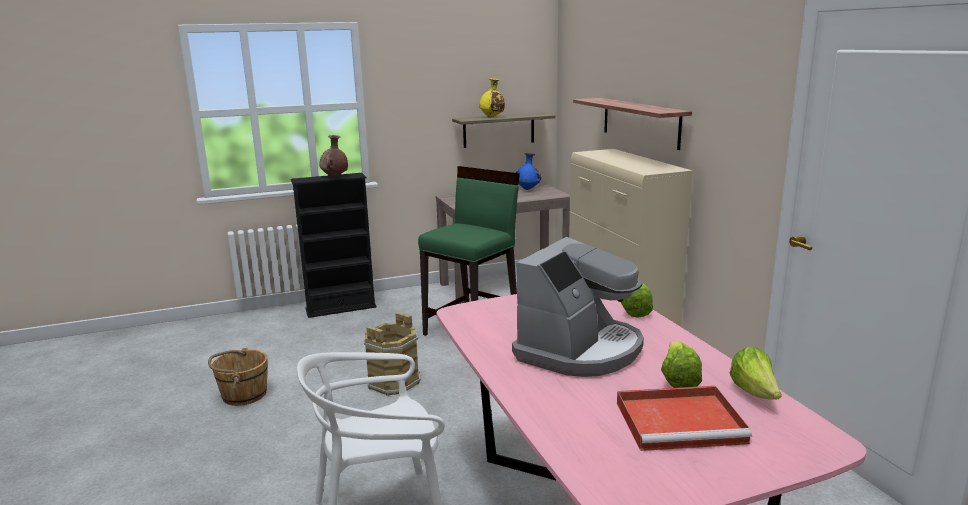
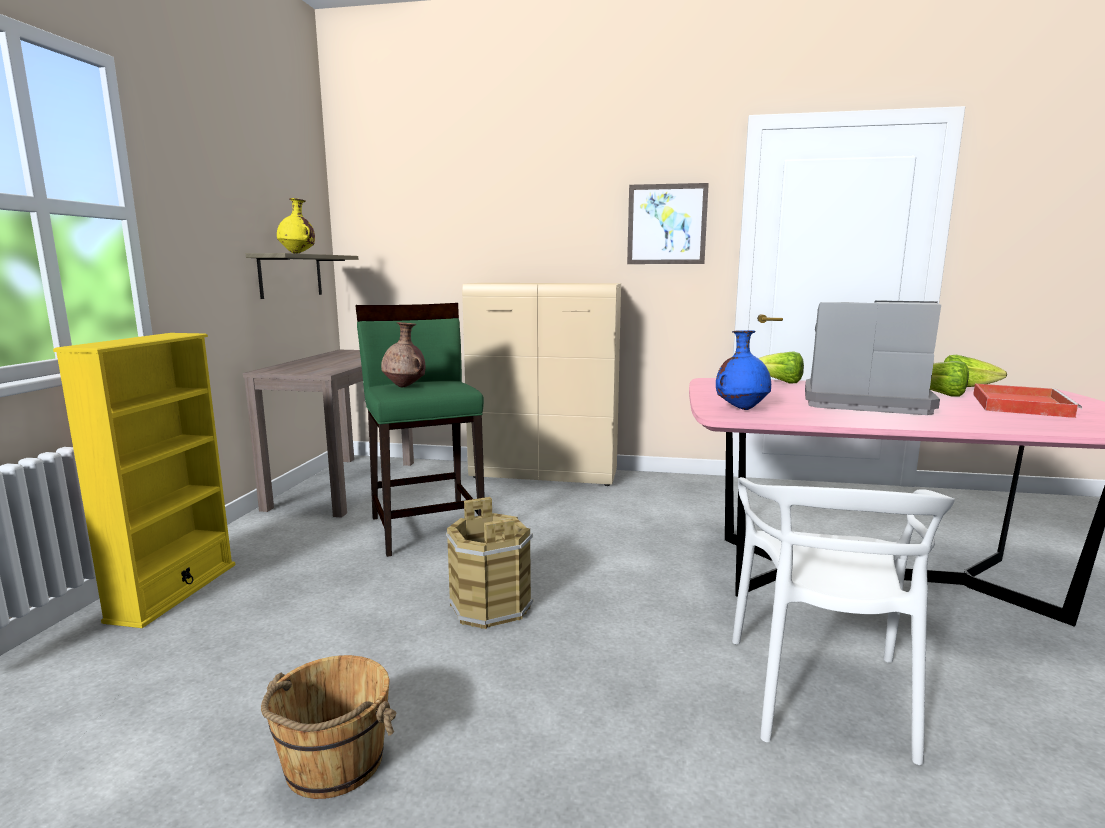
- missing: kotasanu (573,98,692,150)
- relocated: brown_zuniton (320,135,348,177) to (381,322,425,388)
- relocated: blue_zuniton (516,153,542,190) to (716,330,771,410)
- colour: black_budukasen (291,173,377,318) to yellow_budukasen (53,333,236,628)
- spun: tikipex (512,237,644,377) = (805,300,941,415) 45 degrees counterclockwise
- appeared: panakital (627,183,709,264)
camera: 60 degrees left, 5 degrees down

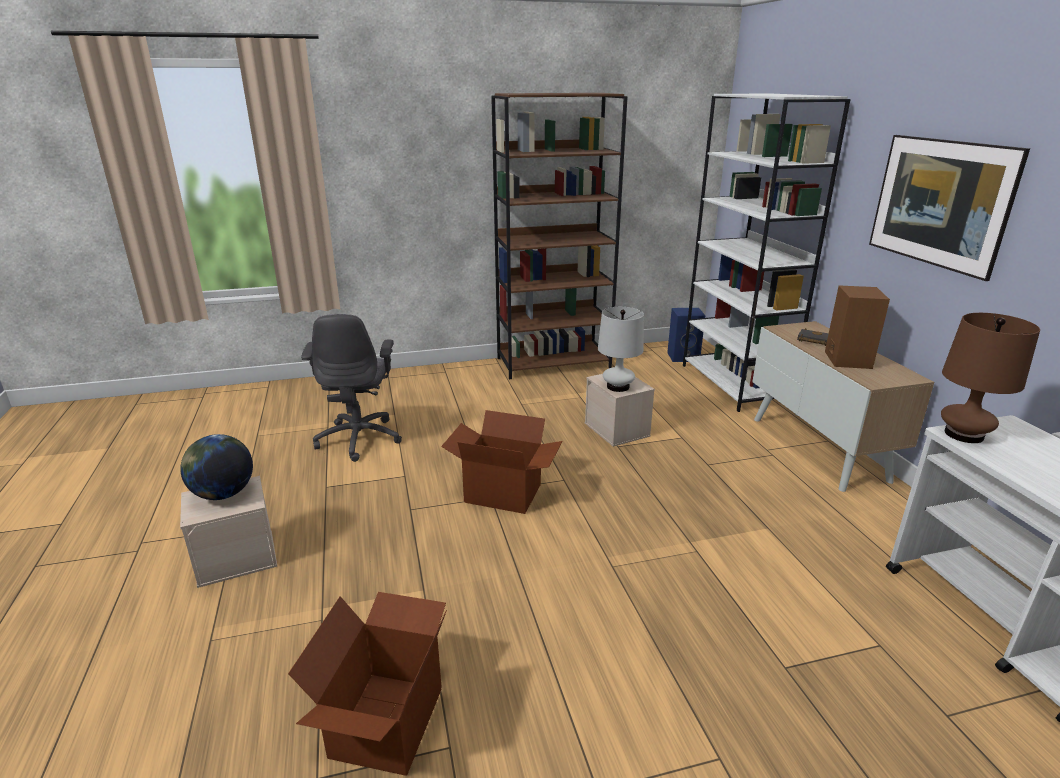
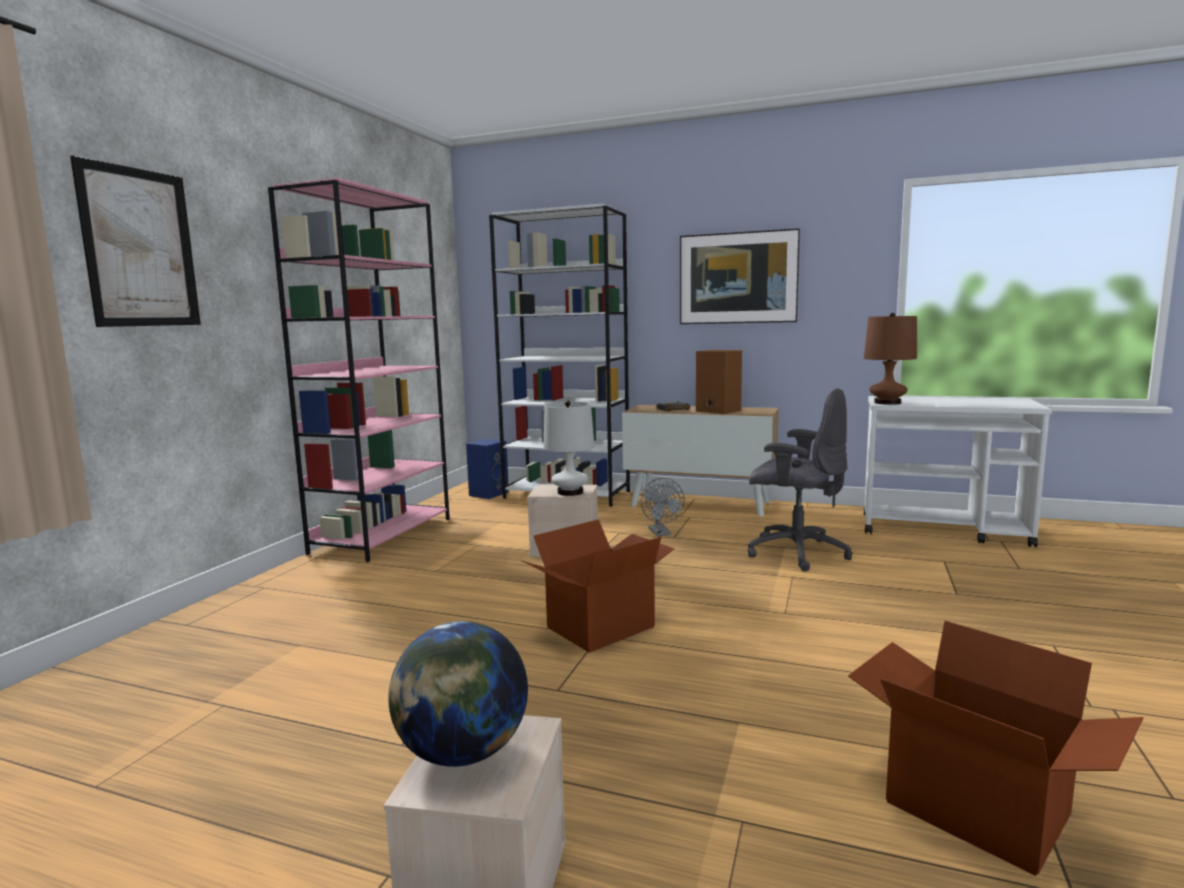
- colour: brown_budukasen (491,93,628,379) to pink_budukasen (268,178,450,562)
- relocated: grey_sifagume (301,314,402,462) to (748,388,852,572)
- appeared: panakital (70,156,201,327)
- appeared: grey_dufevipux (641,478,684,536)
camera: 55 degrees left, 15 degrees down

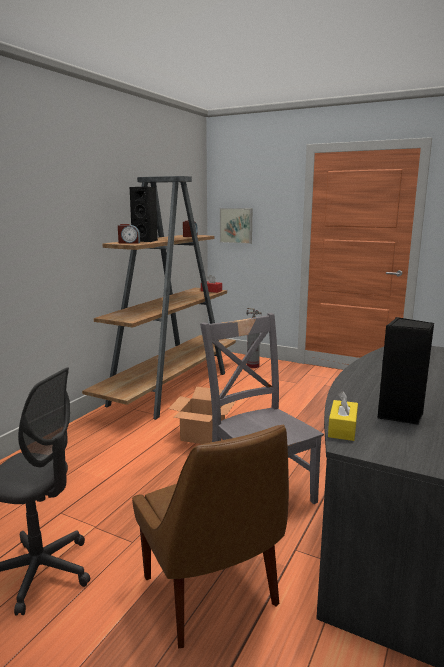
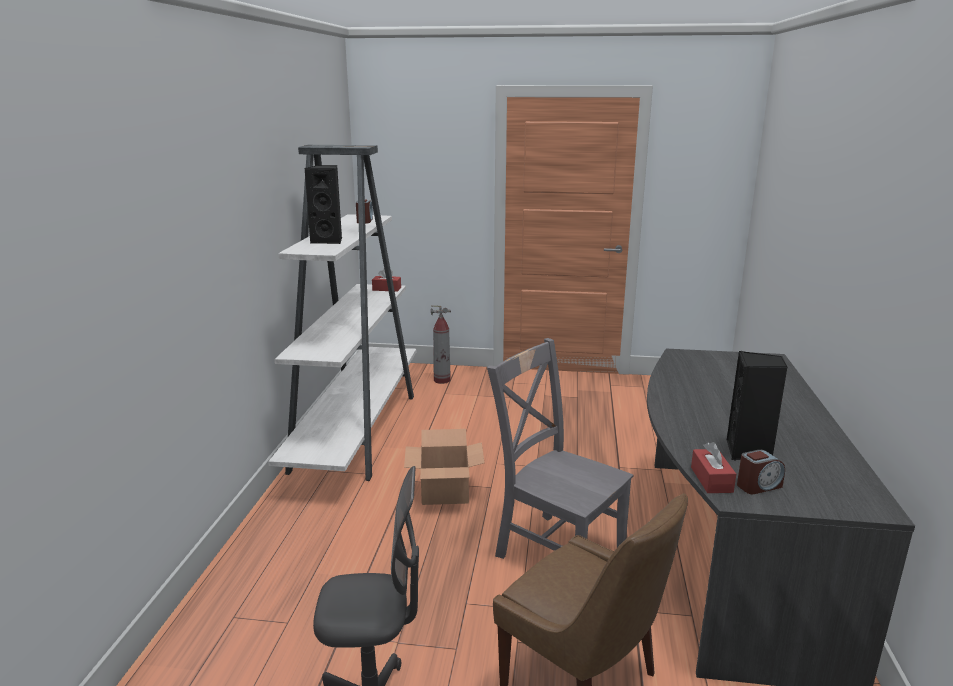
- colour: brown_budukasen (82,176,236,420) to white_budukasen (268,145,416,481)
- missing: panakital (220,208,253,244)
- relocated: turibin (118,224,140,244) to (737,450,785,494)
- colour: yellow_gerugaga (328,391,358,441) to red_gerugaga (691,442,736,493)
camera: 20 degrees left, 5 degrees up

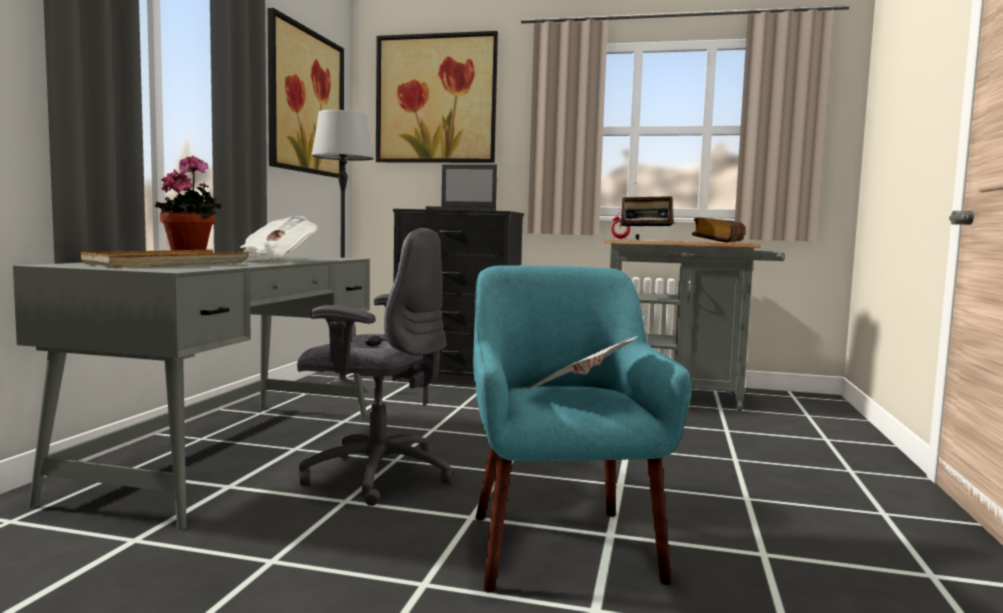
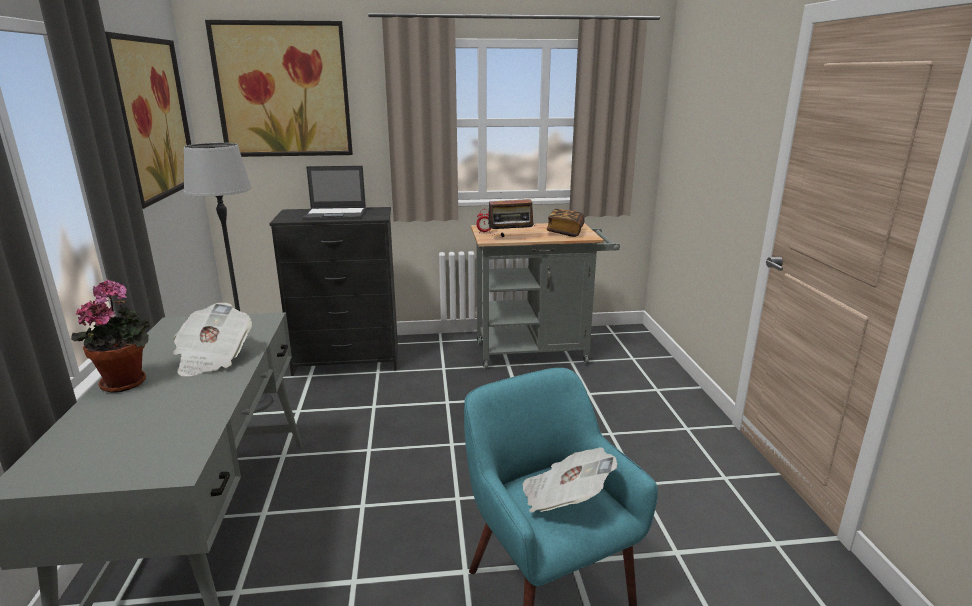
- missing: grey_sifagume (297,228,454,506)
- missing: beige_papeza (81,249,249,268)
camera: 20 degrees left, 15 degrees up

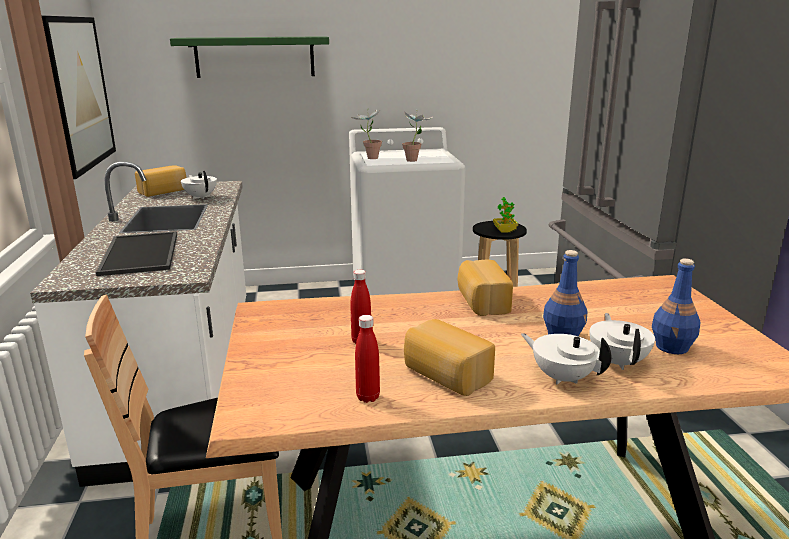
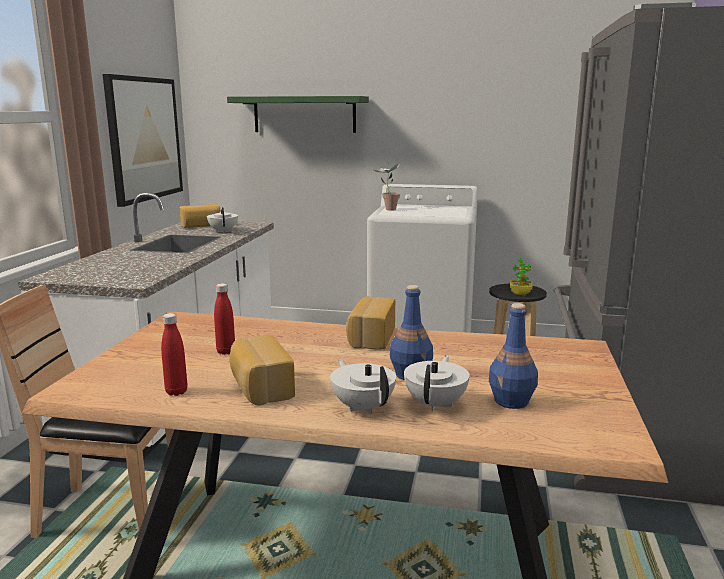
- missing: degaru (402,110,433,162)
- missing: papeza (96,231,177,276)
camera: 20 degrees right, 5 degrees down

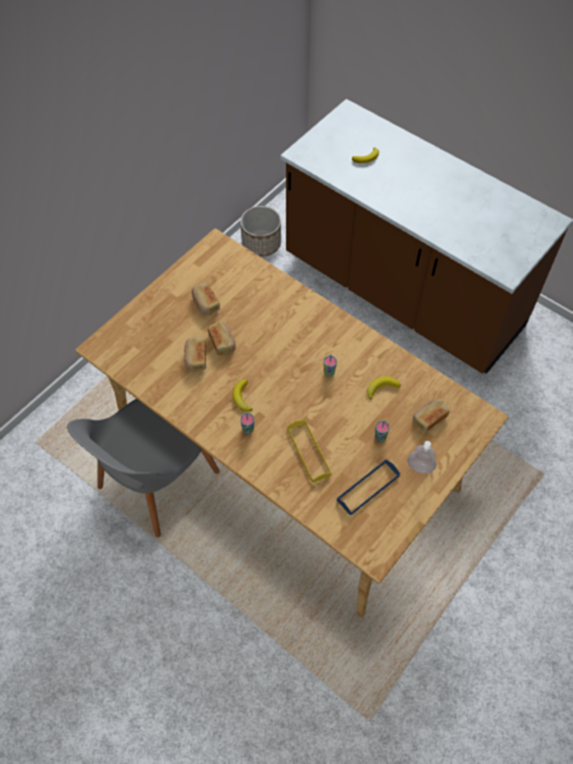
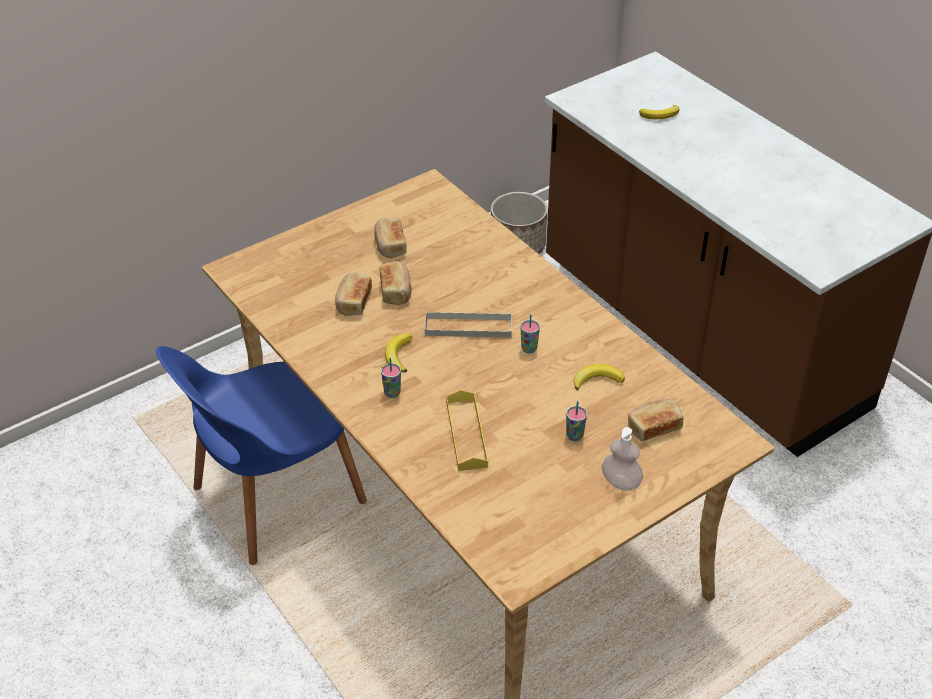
- colour: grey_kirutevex (67,399,220,537) to blue_kirutevex (156,346,367,565)
- missing: blue_papeza (337,459,400,516)
- appeared: grey_papeza (425,311,512,338)
camera: 15 degrees right, 15 degrees down

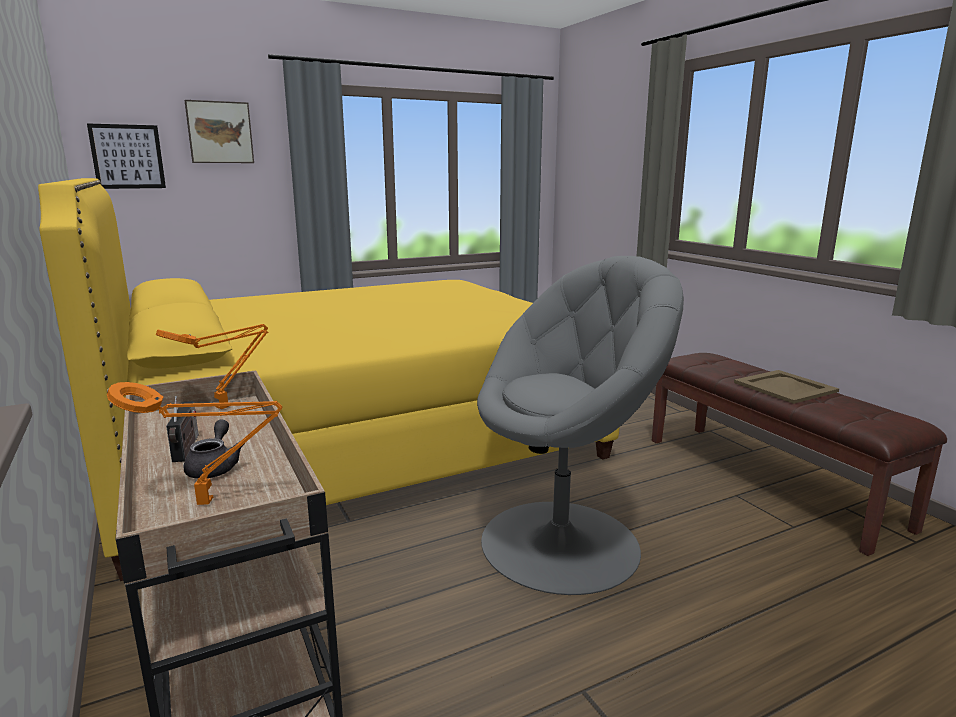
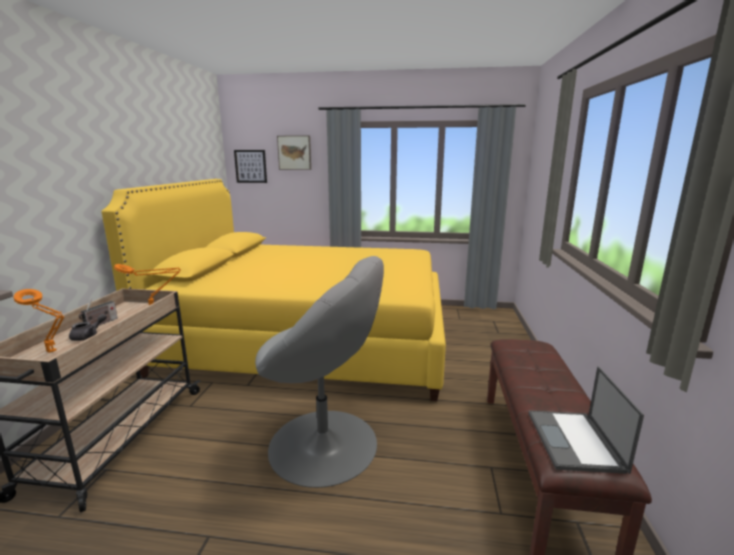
- missing: beige_papeza (734,370,839,404)
- appeared: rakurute (528,366,644,474)
camera: 35 degrees right, 0 degrees up

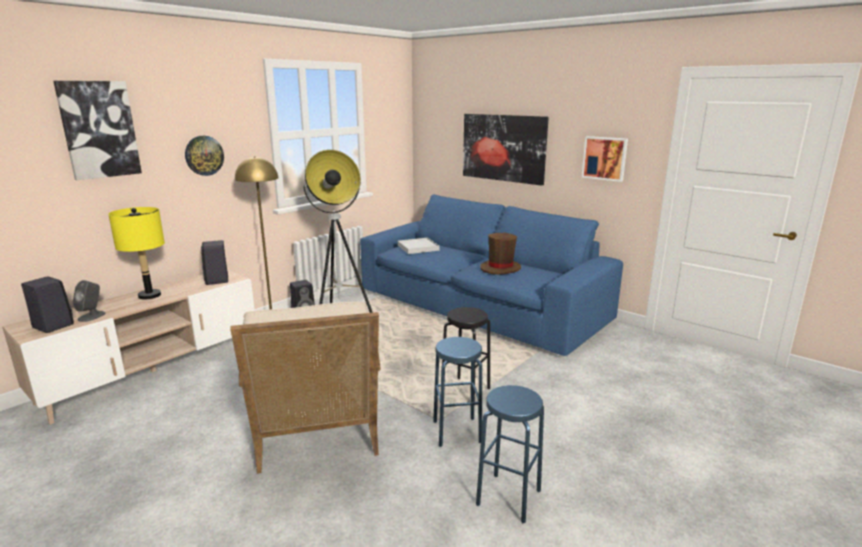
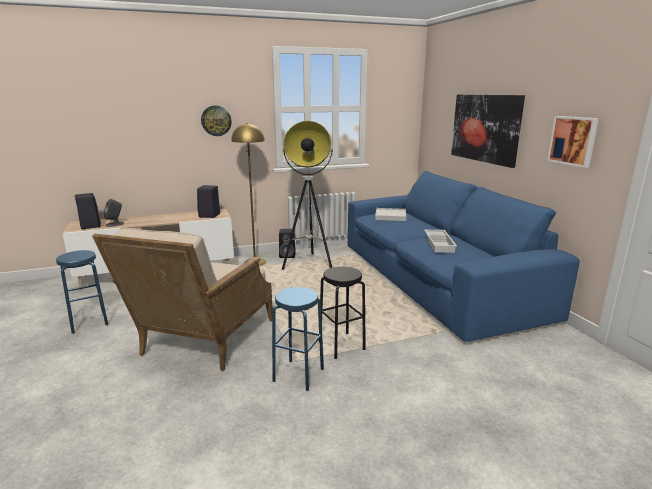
- missing: panakital (53,81,142,180)
- missing: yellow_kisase (108,207,165,300)
- exchanged: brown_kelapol (480,233,521,275) to white_papeza (424,230,457,253)
- relocated: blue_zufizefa (476,385,544,523) to (56,250,108,334)
camera: 30 degrees right, 0 degrees up

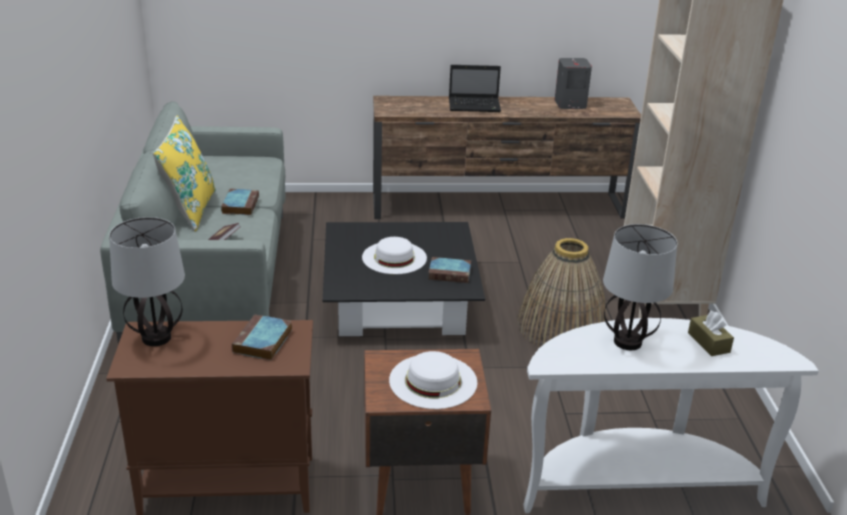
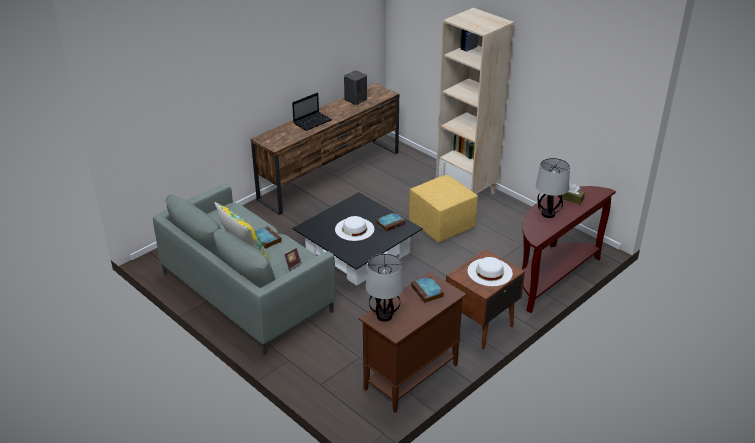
- exchanged: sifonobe (518,238,607,347) to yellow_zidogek (409,175,478,243)
- colour: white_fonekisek (523,318,819,513) to brown_fonekisek (522,186,616,313)
camera: 40 degrees left, 5 degrees up

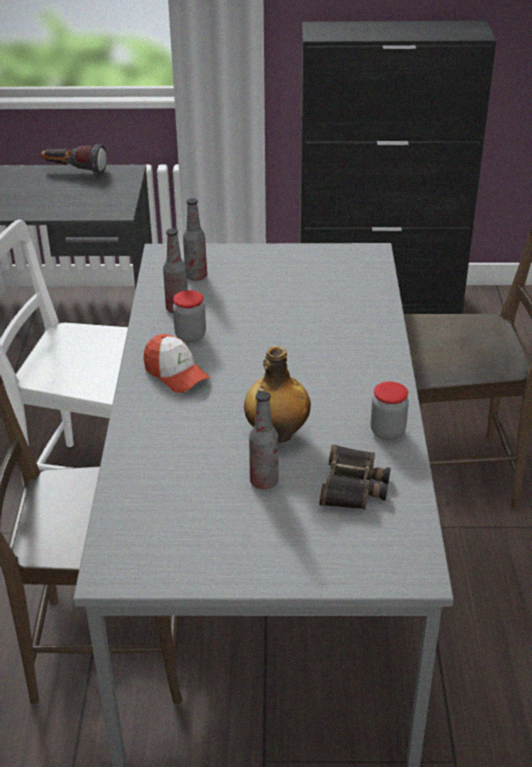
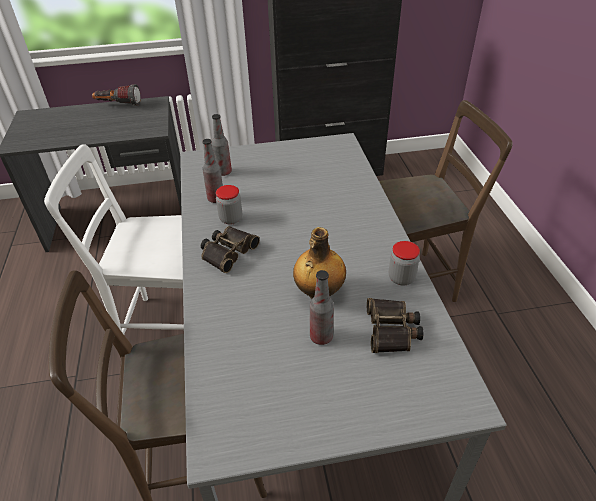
- exchanged: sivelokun (143,334,210,393) to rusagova (201,226,260,273)
camera: 10 degrees left, 5 degrees up

